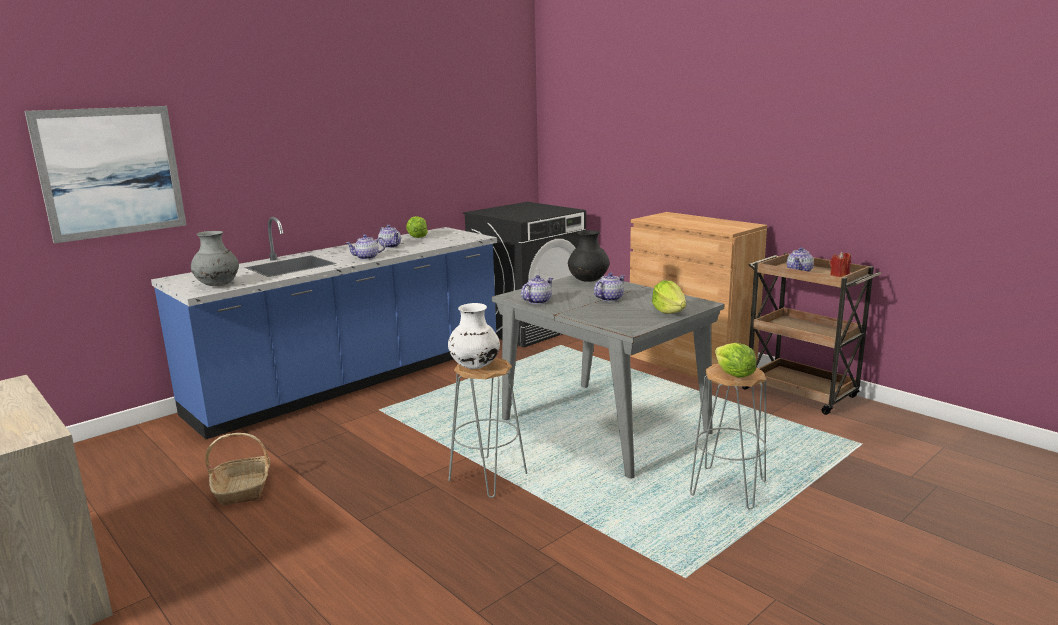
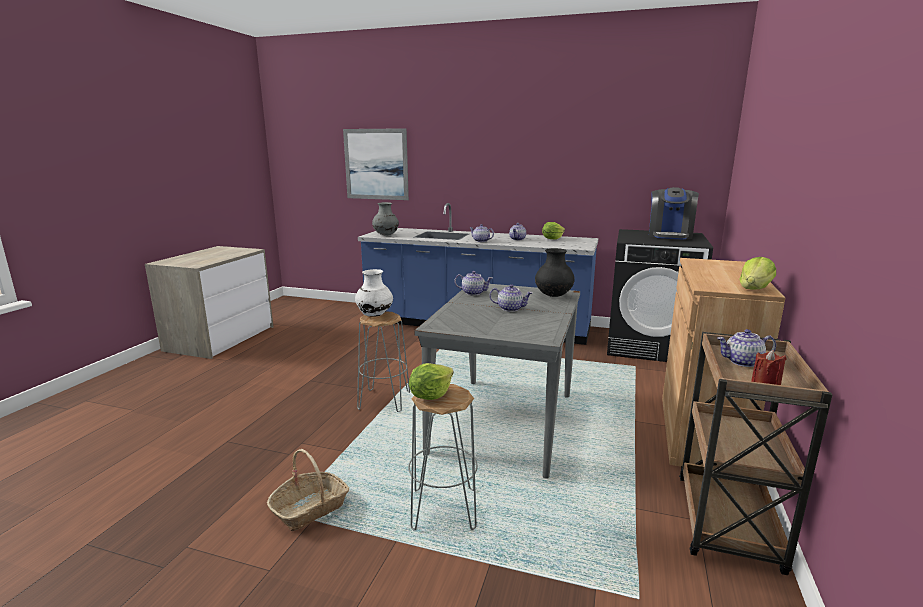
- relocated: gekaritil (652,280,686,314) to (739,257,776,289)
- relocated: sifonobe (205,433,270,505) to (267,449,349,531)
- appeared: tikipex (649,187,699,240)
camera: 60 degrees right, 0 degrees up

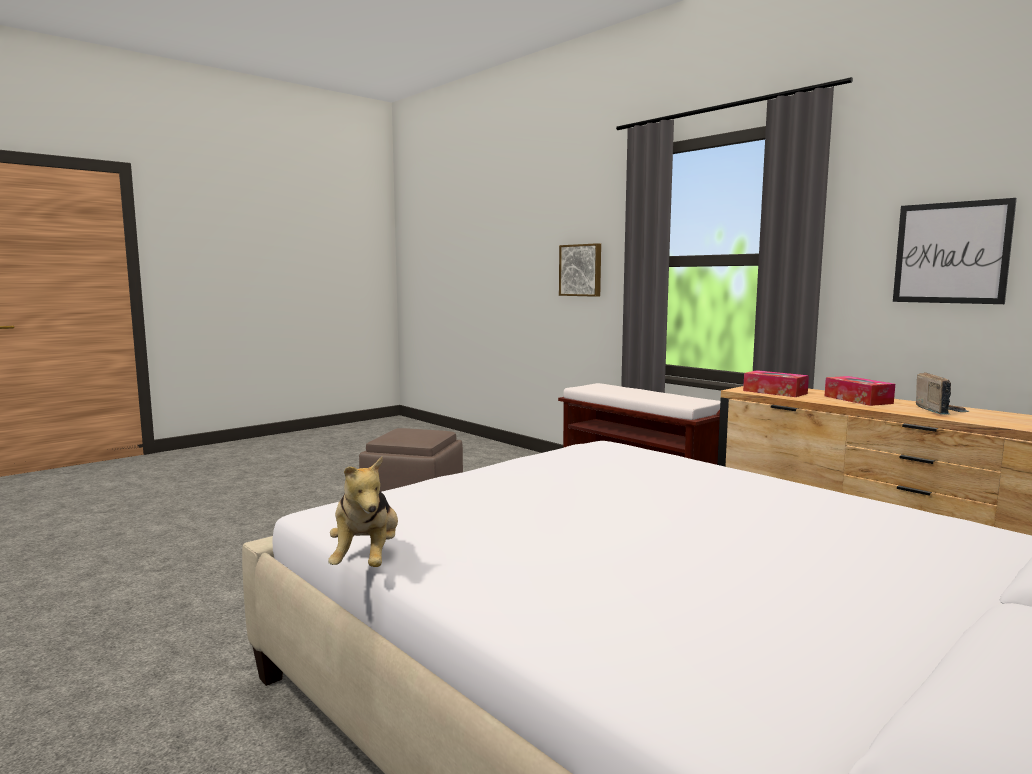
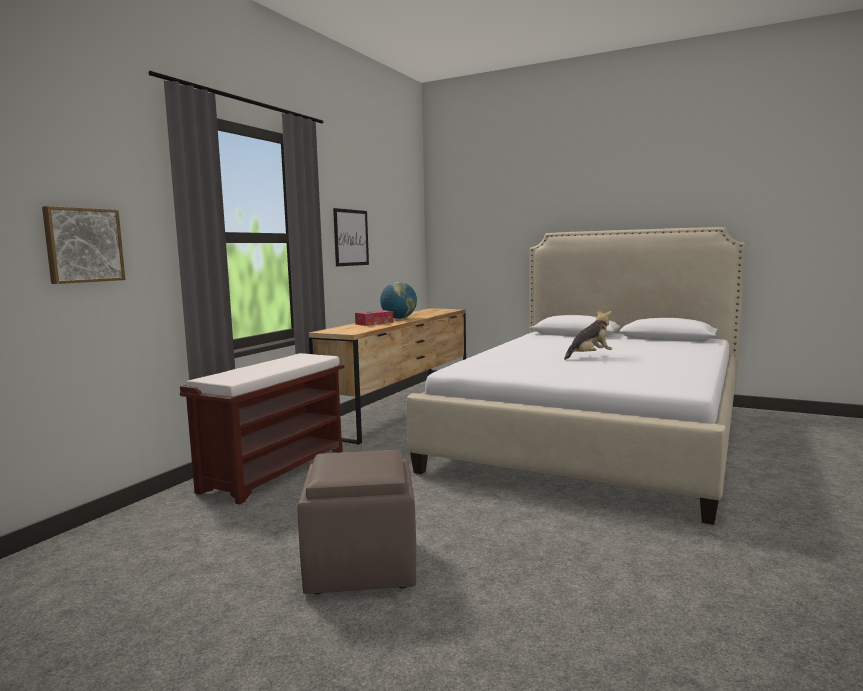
- missing: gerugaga (743,370,809,397)
- exchanged: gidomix (916,372,970,415) to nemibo (380,282,417,319)
- relocated: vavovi (328,457,398,567) to (564,309,612,360)
camera: 110 degrees left, 0 degrees up

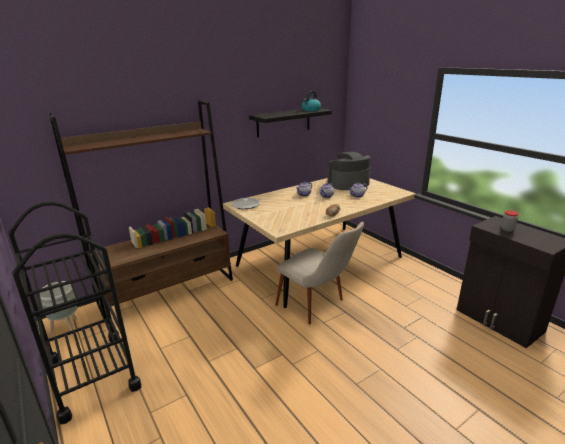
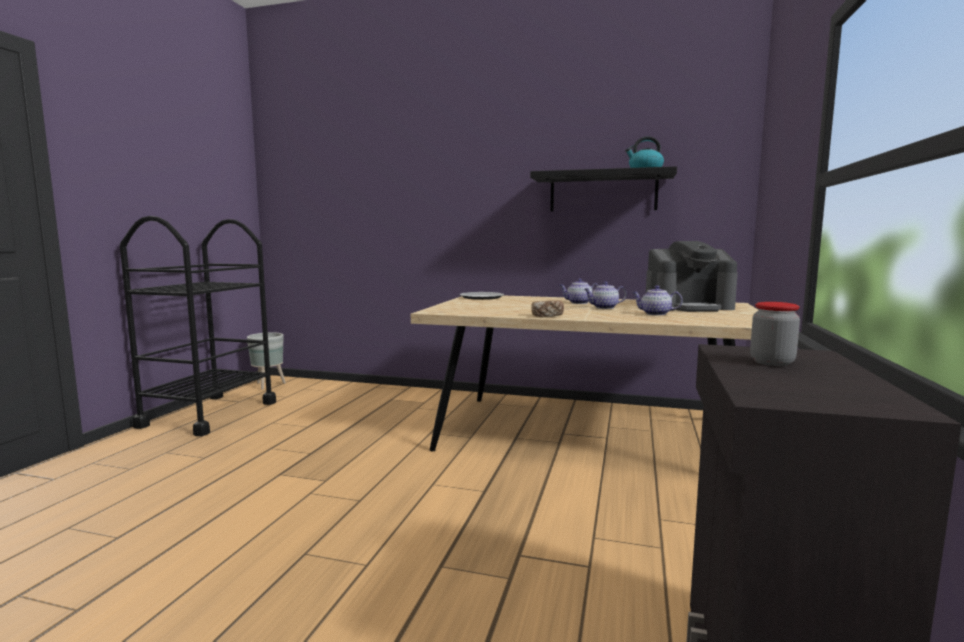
- missing: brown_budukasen (49,100,233,325)
- spun: tikipex (327,152,371,190) = (646,241,738,312) 150 degrees clockwise
- missing: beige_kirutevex (275,222,364,324)
camera: 50 degrees right, 15 degrees down

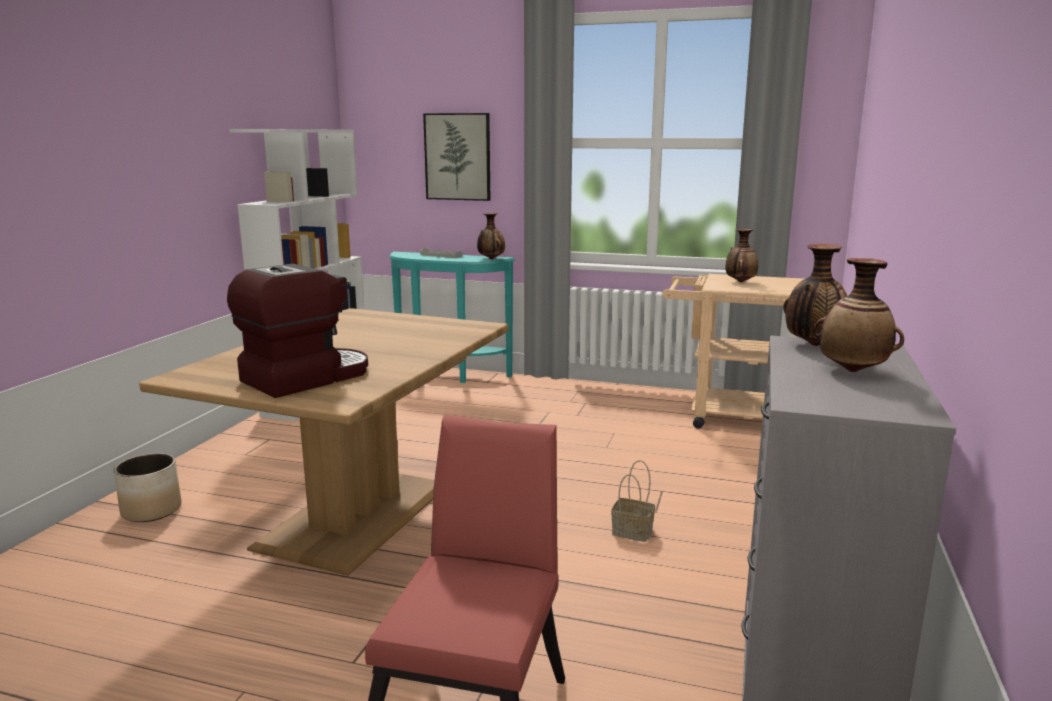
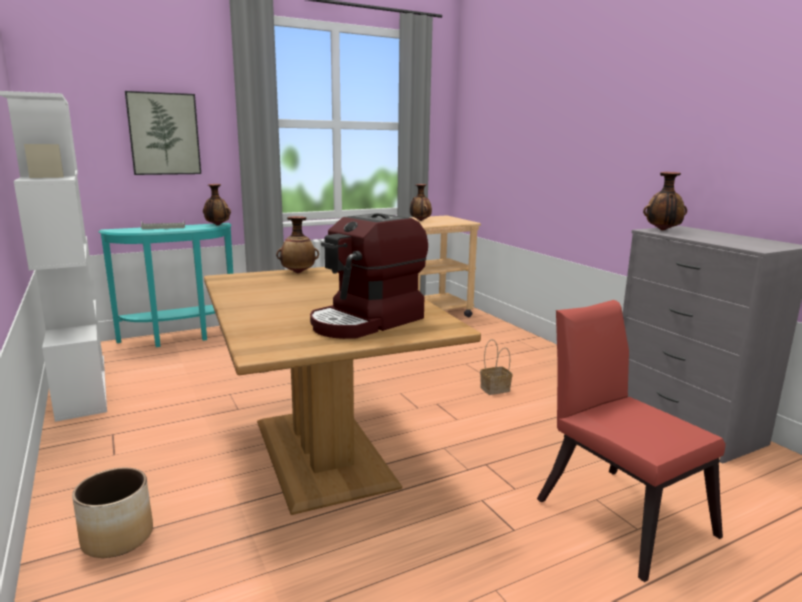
- relocated: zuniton (813,258,904,372) to (276,216,319,274)
- spun: tikipex (227,264,368,398) = (310,213,428,339) 135 degrees counterclockwise
camera: 45 degrees left, 0 degrees up

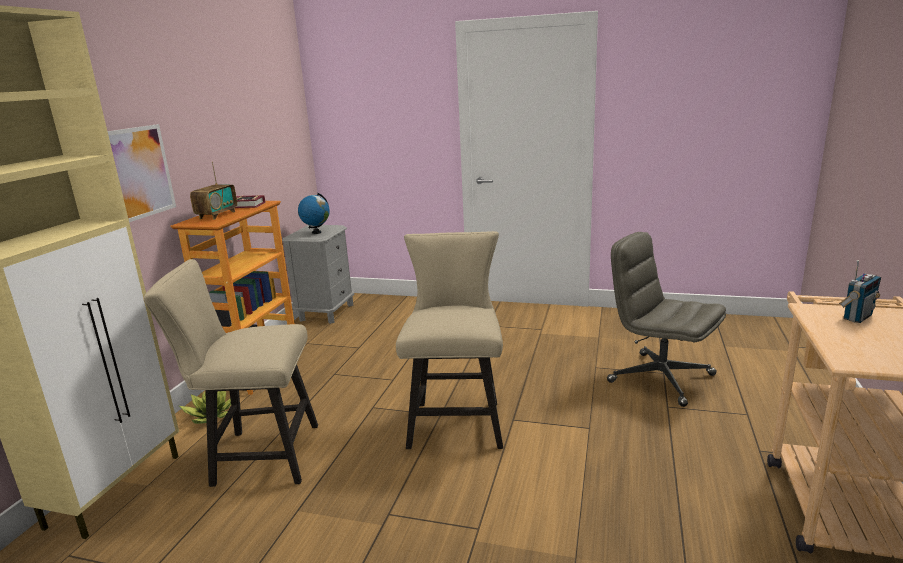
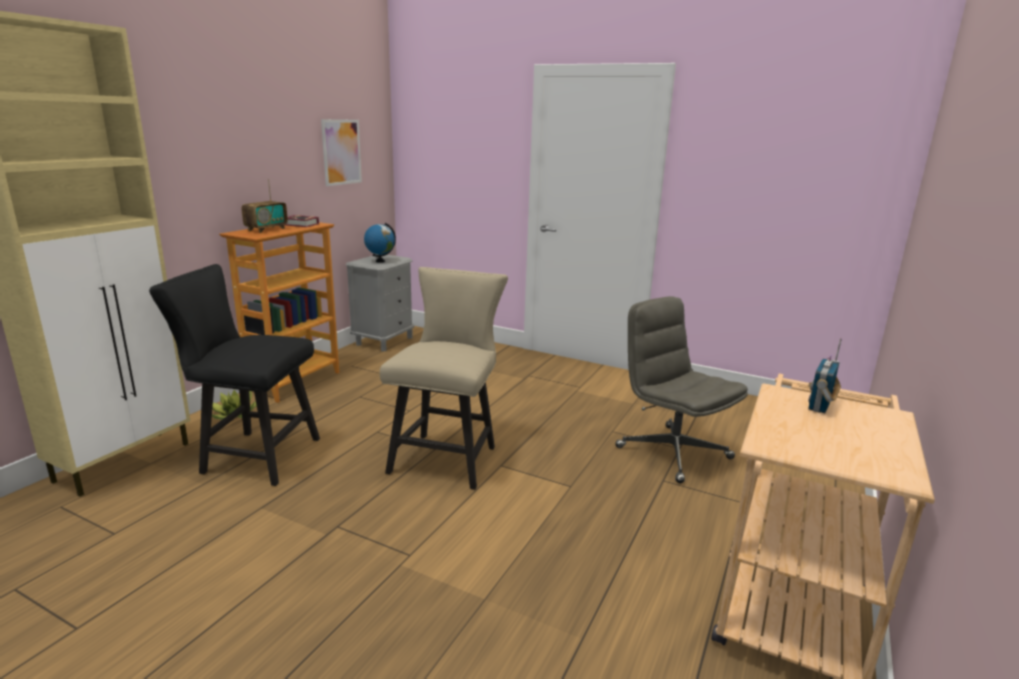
- relocated: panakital (108,124,176,222) to (321,119,362,186)
- colour: beige_kirutevex (143,259,318,487) to black_kirutevex (149,264,320,486)
- spun: gidomix (839,260,881,323) = (808,339,842,413) 150 degrees clockwise
camera: 10 degrees right, 0 degrees up

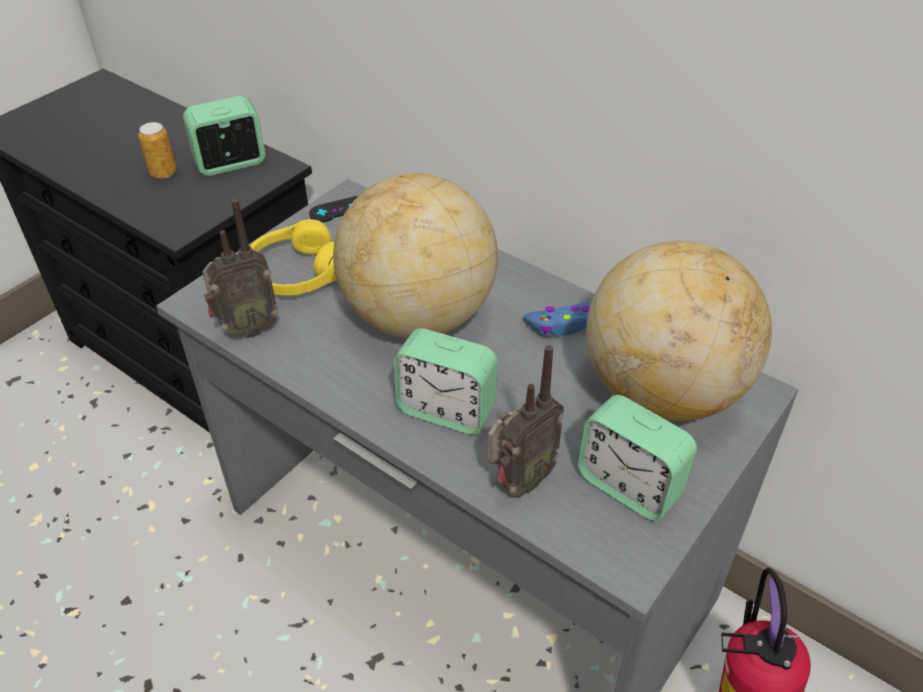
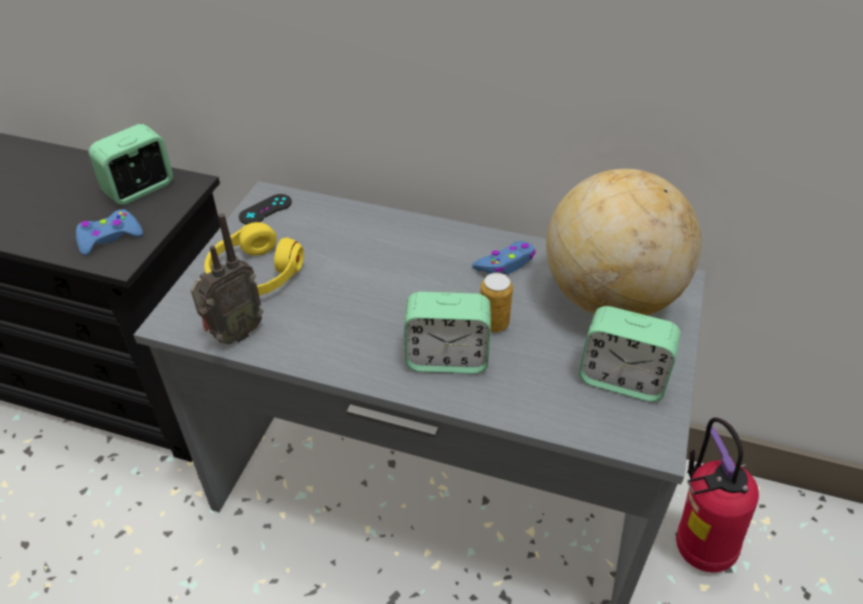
- relocated: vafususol (138,122,177,179) to (480,273,513,332)
- missing: nemibo (333,173,498,338)
- missing: gidomix (487,345,564,497)
- appeared: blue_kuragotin (76,209,143,255)
camera: 20 degrees left, 0 degrees up

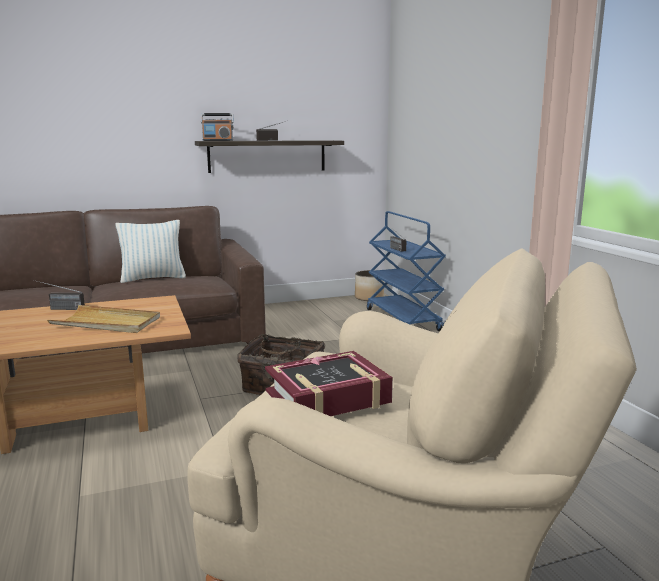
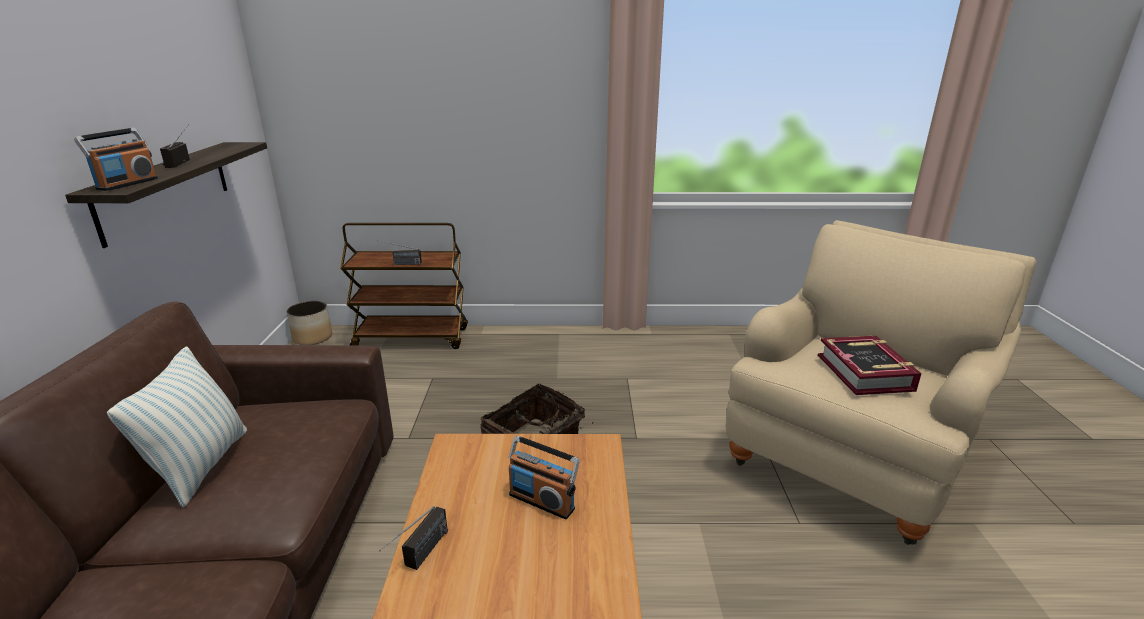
- colour: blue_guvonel (367,211,446,331) to brown_guvonel (340,223,468,349)
- exchanged: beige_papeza (47,305,160,333) to gidomix (508,436,580,519)
camera: 70 degrees left, 10 degrees up

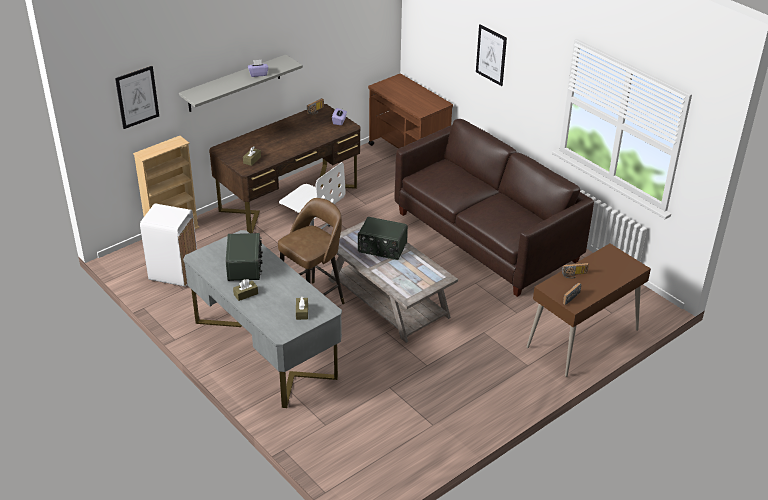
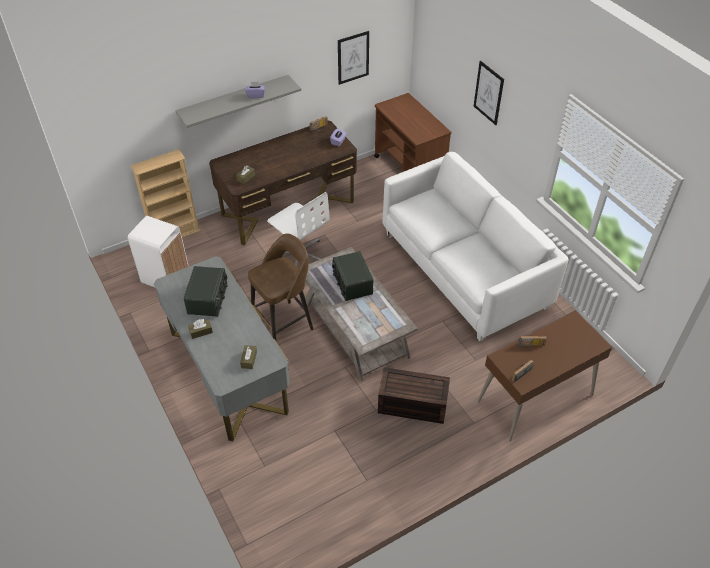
- relocated: panakital (115,66,159,129) to (338,31,369,85)
- colour: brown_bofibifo (395,119,594,297) to white_bofibifo (383,152,569,341)
- spun: gidomix (358,217,408,260) = (332,251,373,301) 45 degrees clockwise
- appeared: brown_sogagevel (378,367,450,424)
camera: 10 degrees right, 10 degrees up

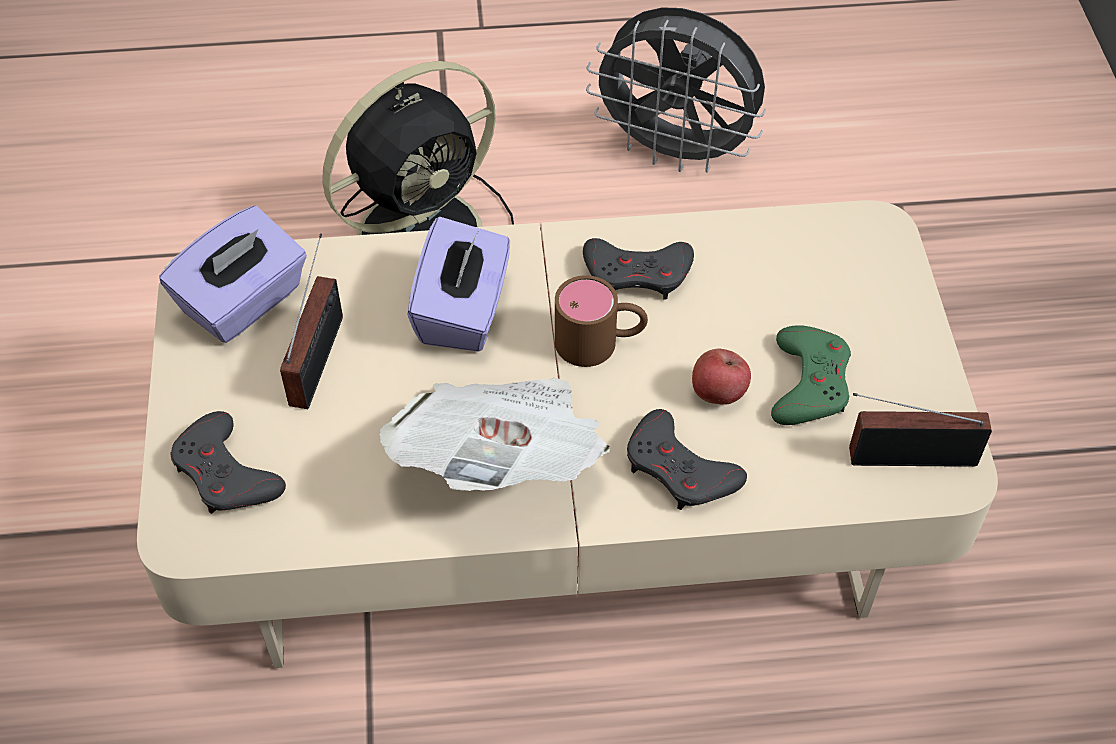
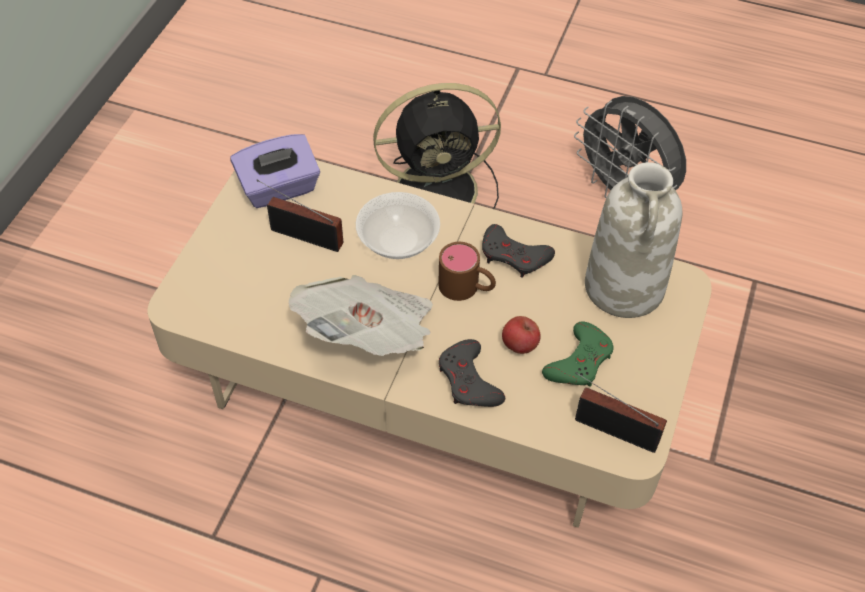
- exchanged: purple_gerugaga (407,217,510,352) to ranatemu (356,192,440,259)
- spun: gidomix (280,234,343,409) = (256,179,343,252) 105 degrees counterclockwise
- missing: grey_kuragotin (171,411,286,514)
- appeared: white_zuniton (585,162,682,318)
camera: 25 degrees right, 0 degrees up

